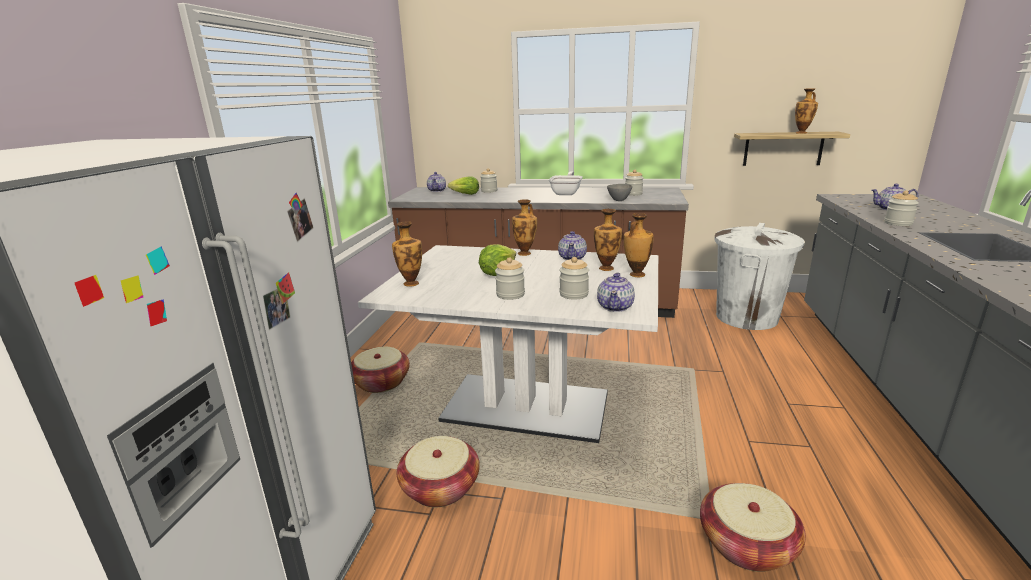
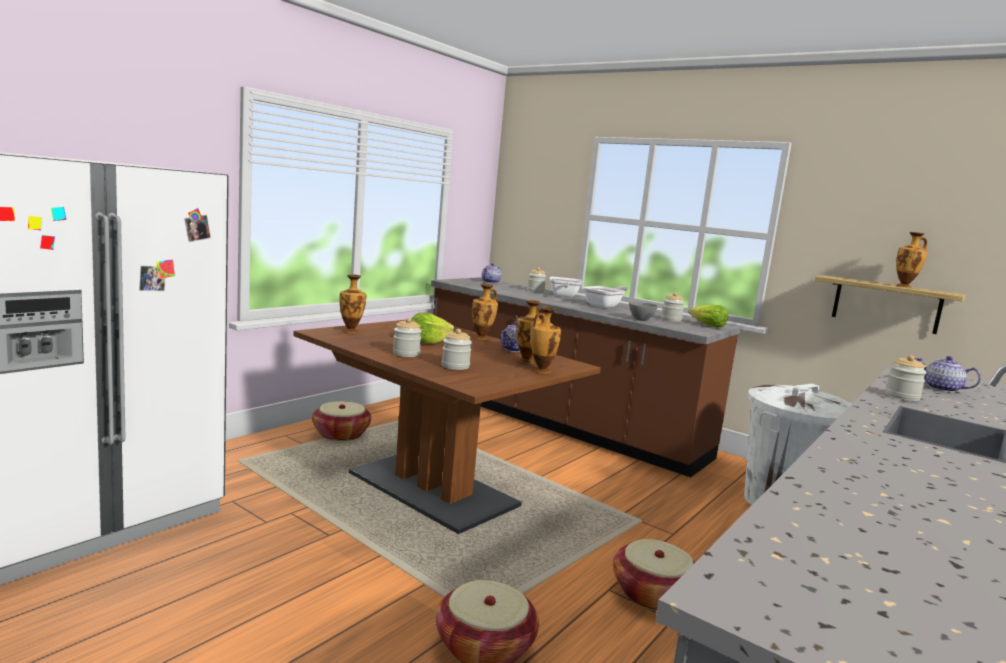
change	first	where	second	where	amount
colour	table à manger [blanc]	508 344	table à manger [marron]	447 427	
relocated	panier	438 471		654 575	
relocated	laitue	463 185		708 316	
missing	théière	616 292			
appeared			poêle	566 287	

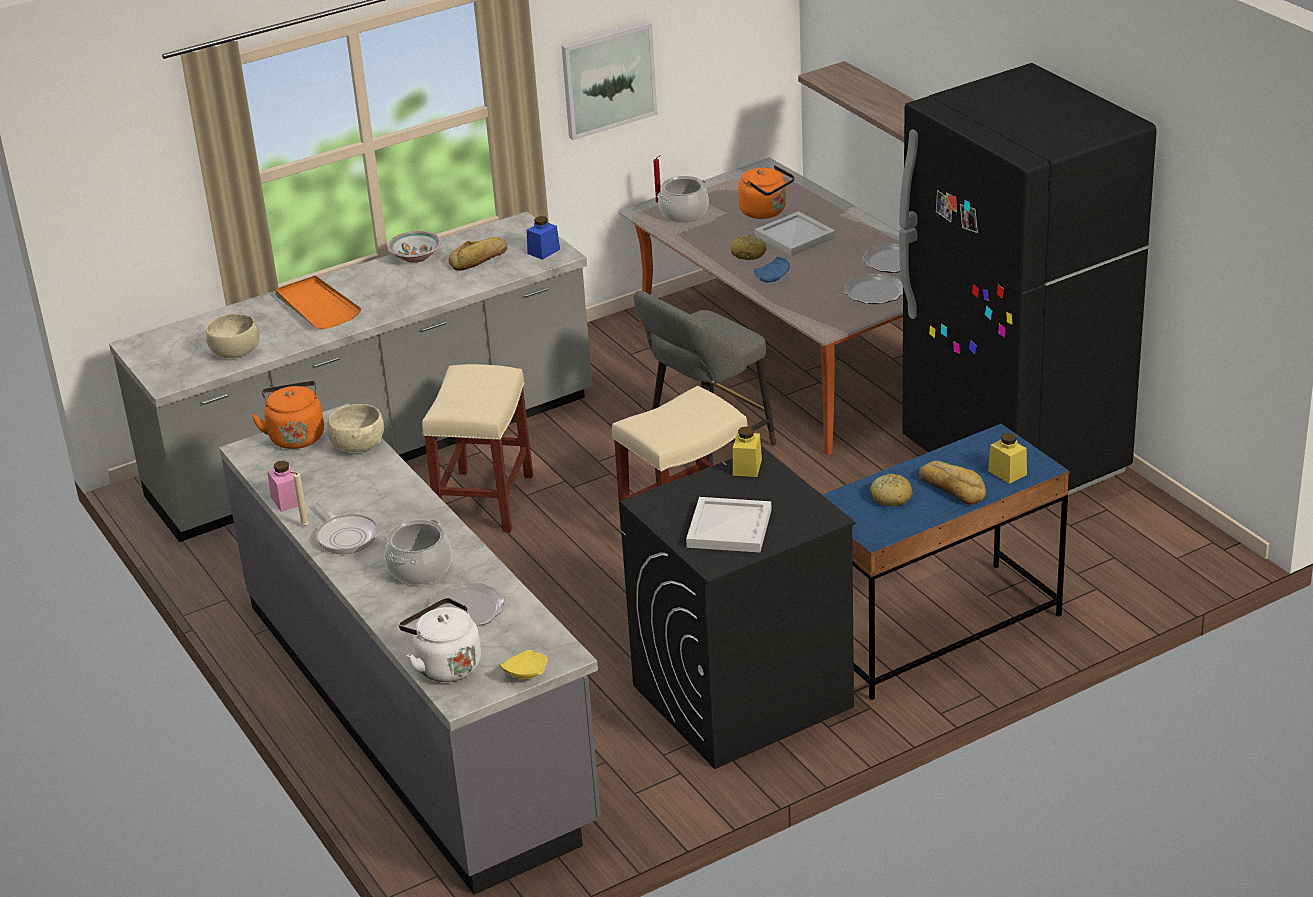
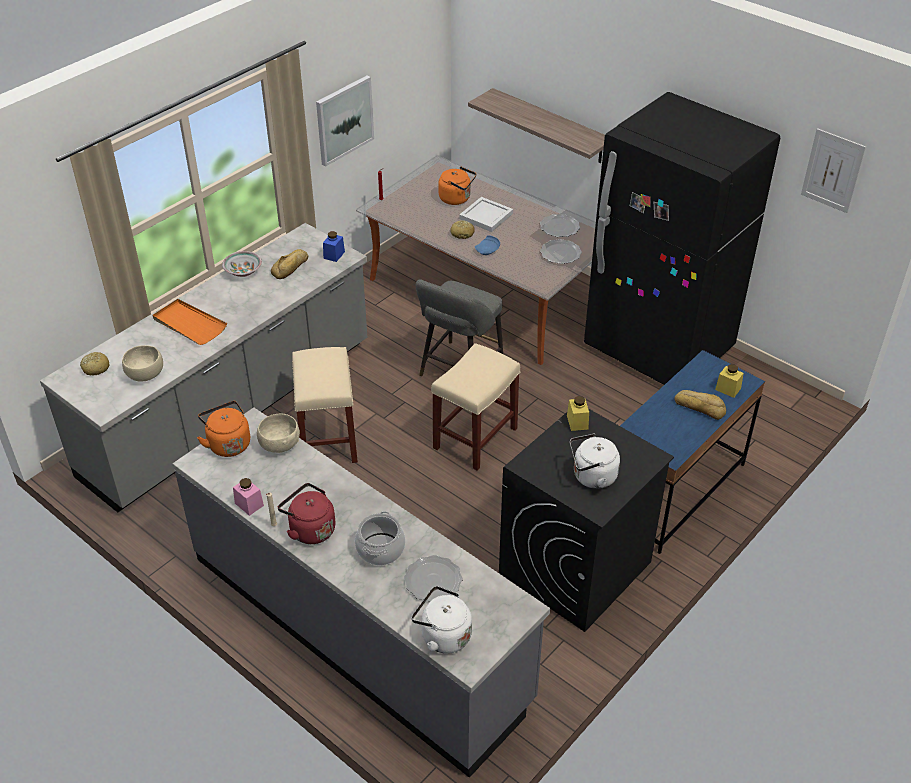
change	first	where	second	where	amount
exchanged	poêle	347 527	bouilloire [rouge]	307 513	
missing	assiette [jaune]	523 664			
missing	marmite	683 199			
exchanged	plateau [blanc]	729 525	bouilloire [blanc]	595 461	
relocated	pain	891 490		95 364	
appeared			tableau	833 170	

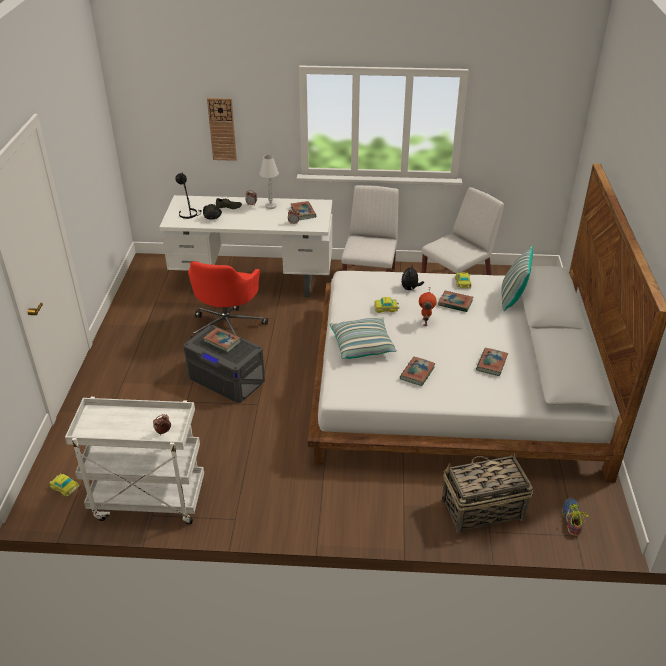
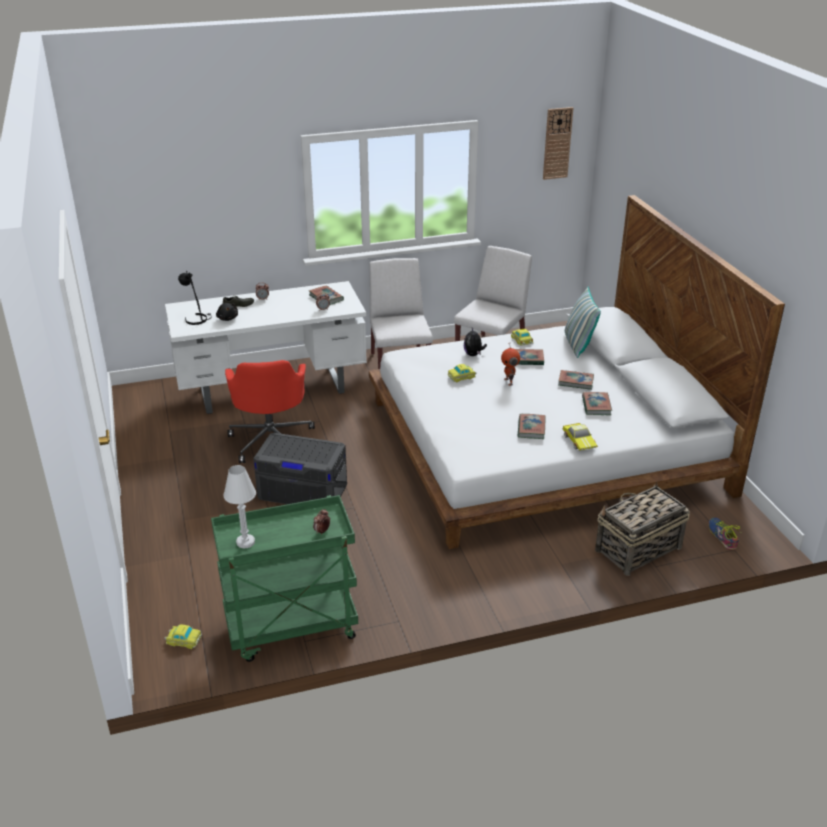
change	first	where	second	where	amount
colour	chariot [blanc]	134 460	chariot [vert]	284 578	
relocated	livre	222 340		576 380	
relocated	horloge murale	222 129		558 143	
relocated	lampe de table [blanc]	269 182		239 507	
missing	coussin	363 338			
appeared			petite voiture	580 436	

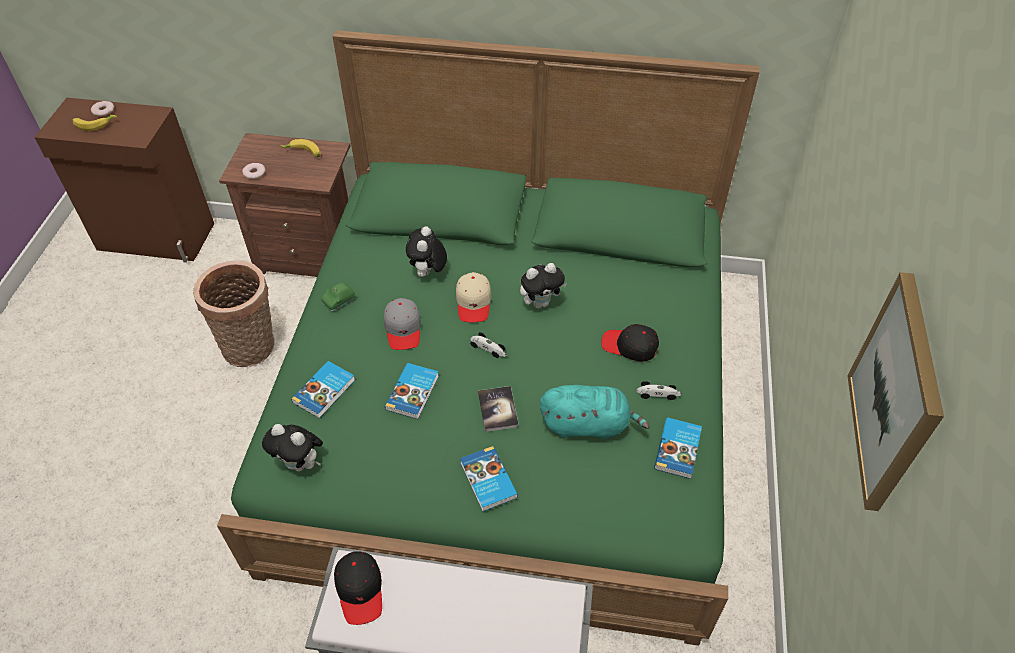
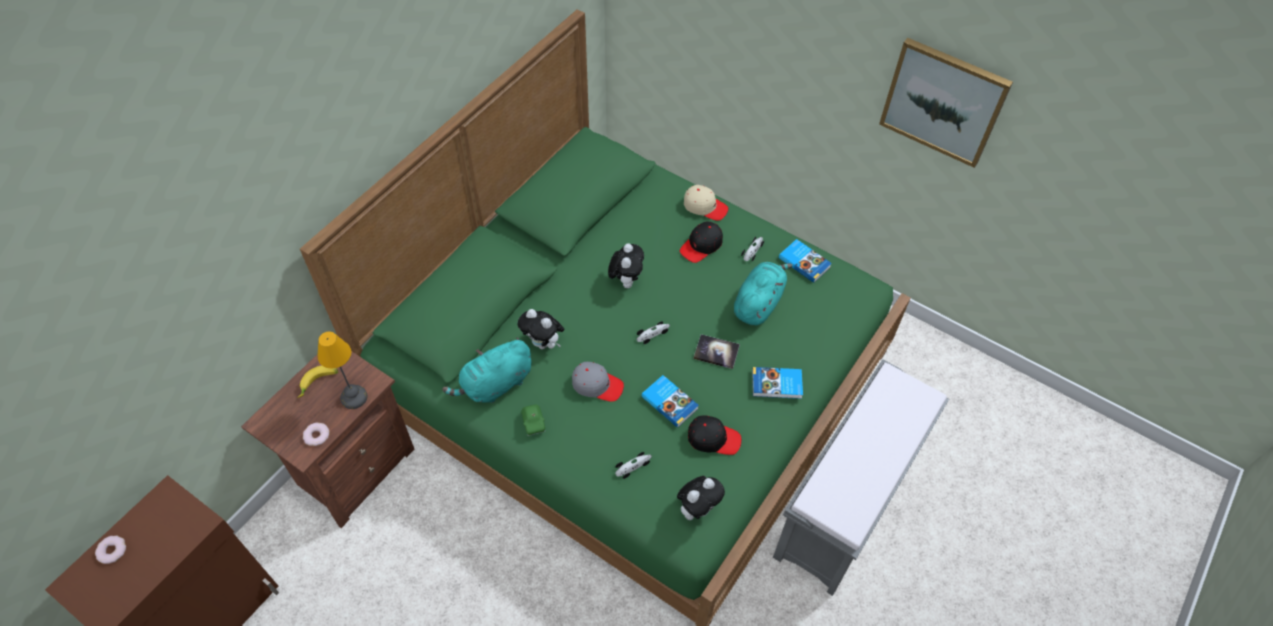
change	first	where	second	where	amount
missing	banane	95 123			
missing	panier	234 313			
exchanged	livre	323 390	petite voiture	633 465	
relocated	casquette [noir]	358 588		715 435	
relocated	casquette [beige]	473 297		706 203	
appeared			lampe de table	342 370	
appeared			peluche [turquoise]	486 370	

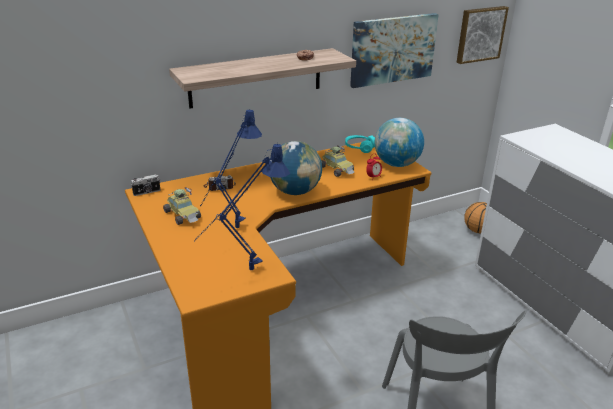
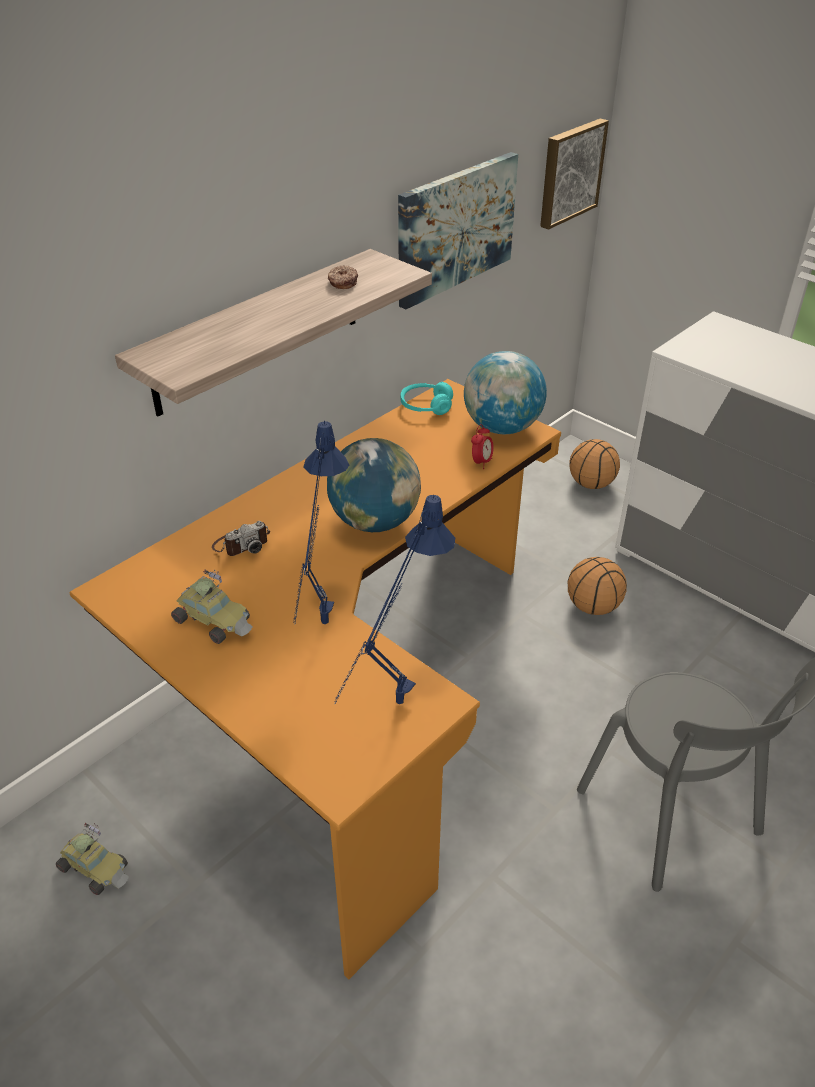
change	first	where	second	where	amount
missing	appareil photo	145 185			
relocated	petite voiture	337 161		92 859	
appeared			ballon de basket	597 586	

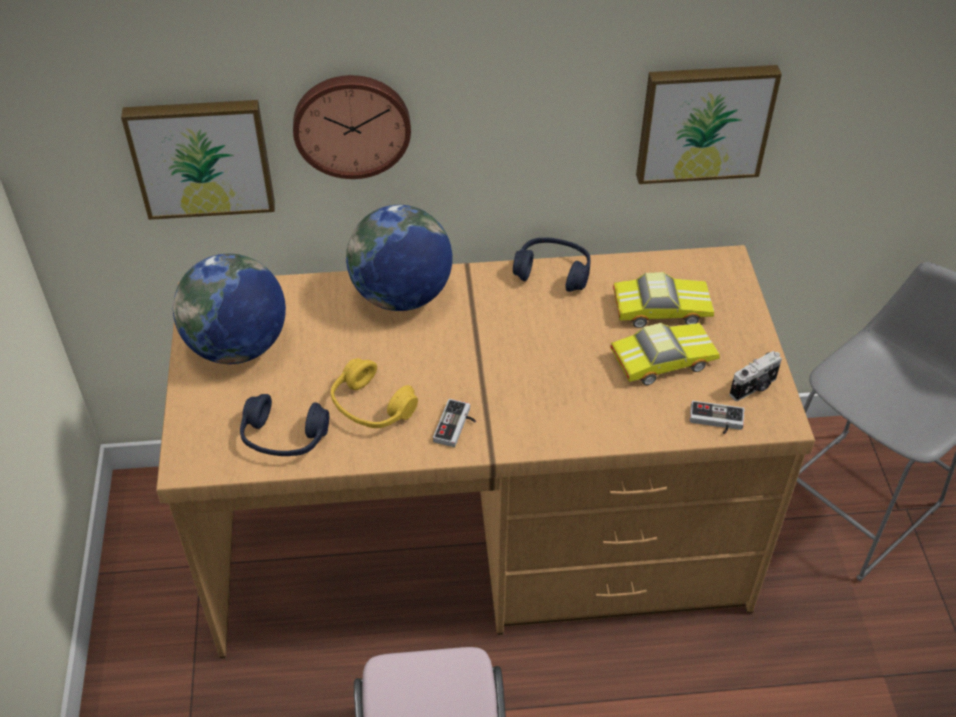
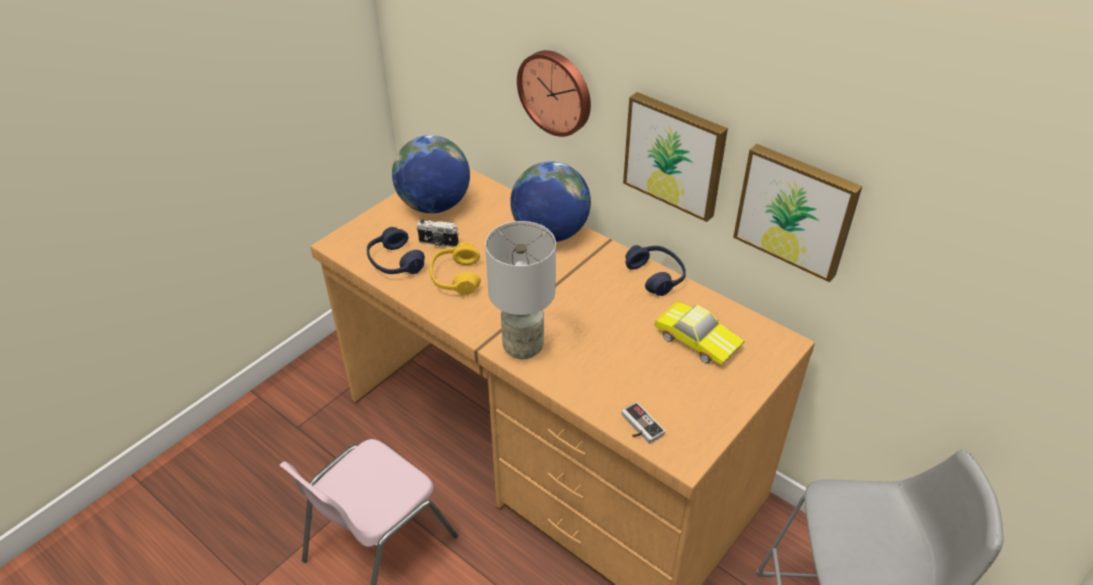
change	first	where	second	where	amount
relocated	tableau	198 160		675 157	
missing	manette	454 423			
missing	petite voiture	665 354			
relocated	appareil photo	756 376		438 233	
appeared			lampe de table [gris]	520 290	

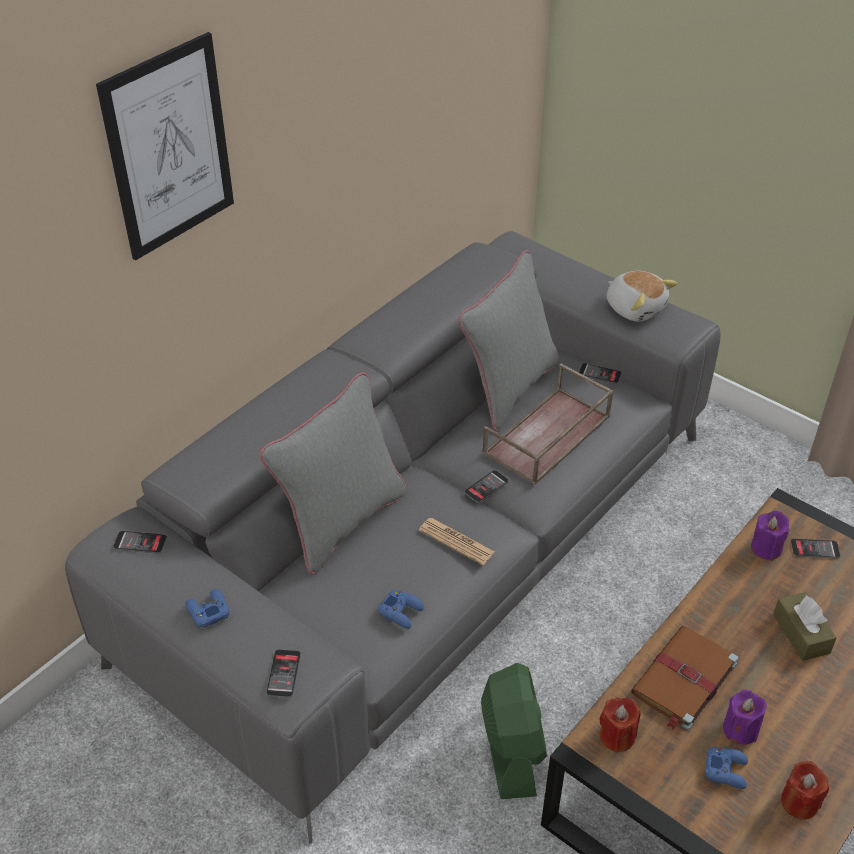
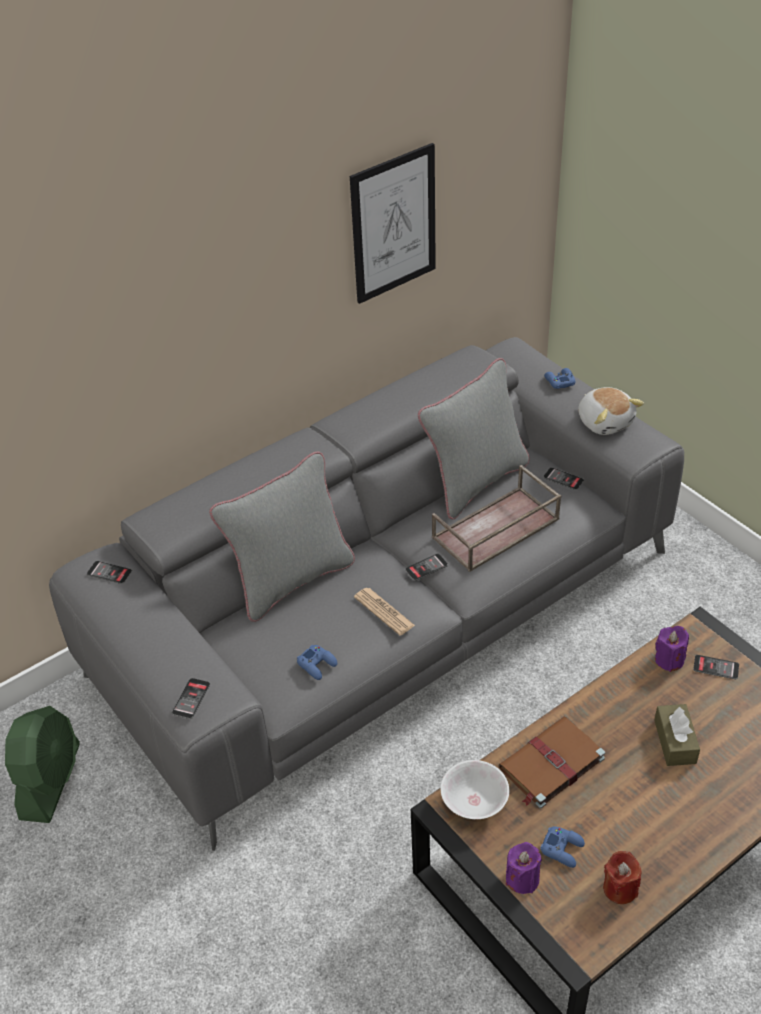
change	first	where	second	where	amount
relocated	tableau	165 146		393 223	
relocated	manette [bleu]	207 608		560 378	
relocated	ventilateur [vert]	514 731		42 764	
exchanged	bougie [rouge]	620 725	bol [blanc]	475 789	
relocated	bougie [violet]	745 717		524 868	

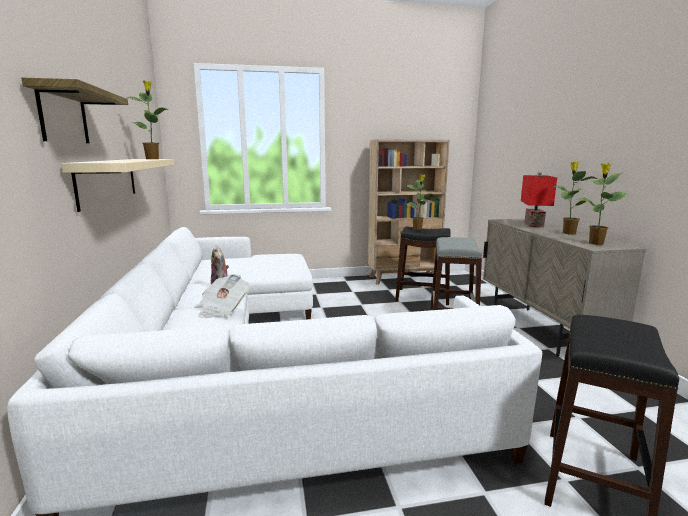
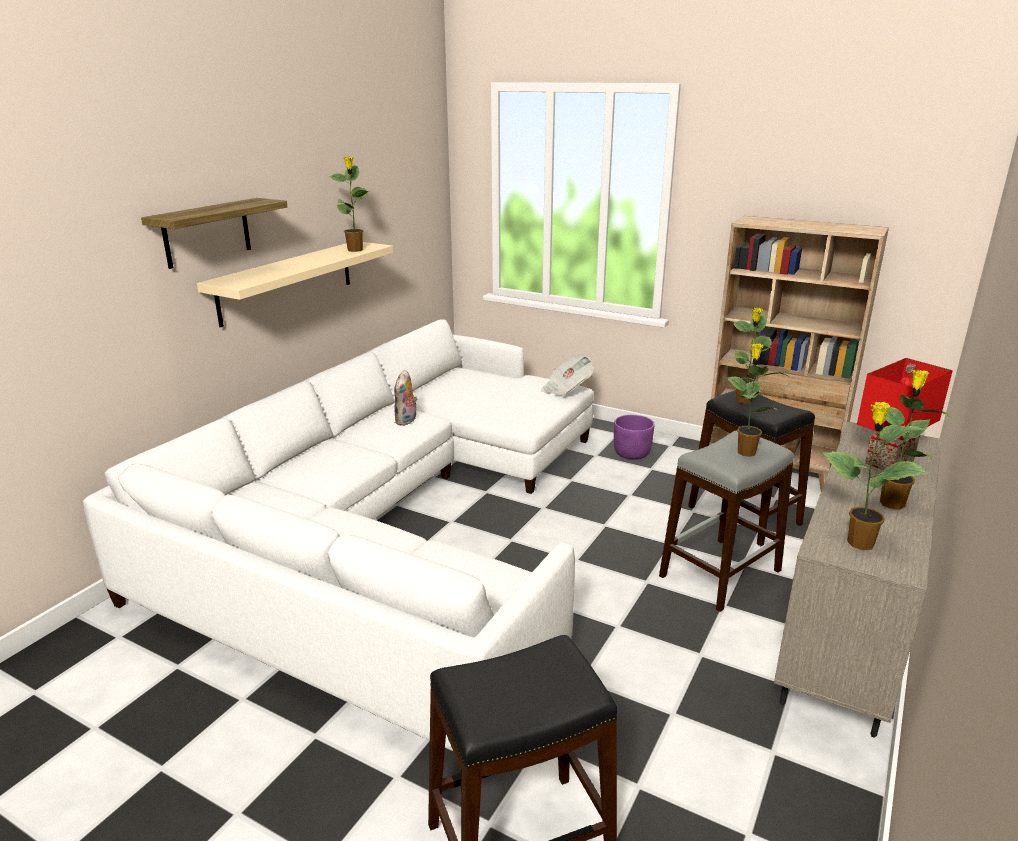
change	first	where	second	where	amount
relocated	journal	224 296		567 376	
appeared			cache-pot [violet]	634 437	
appeared			plante en pot	758 400	

